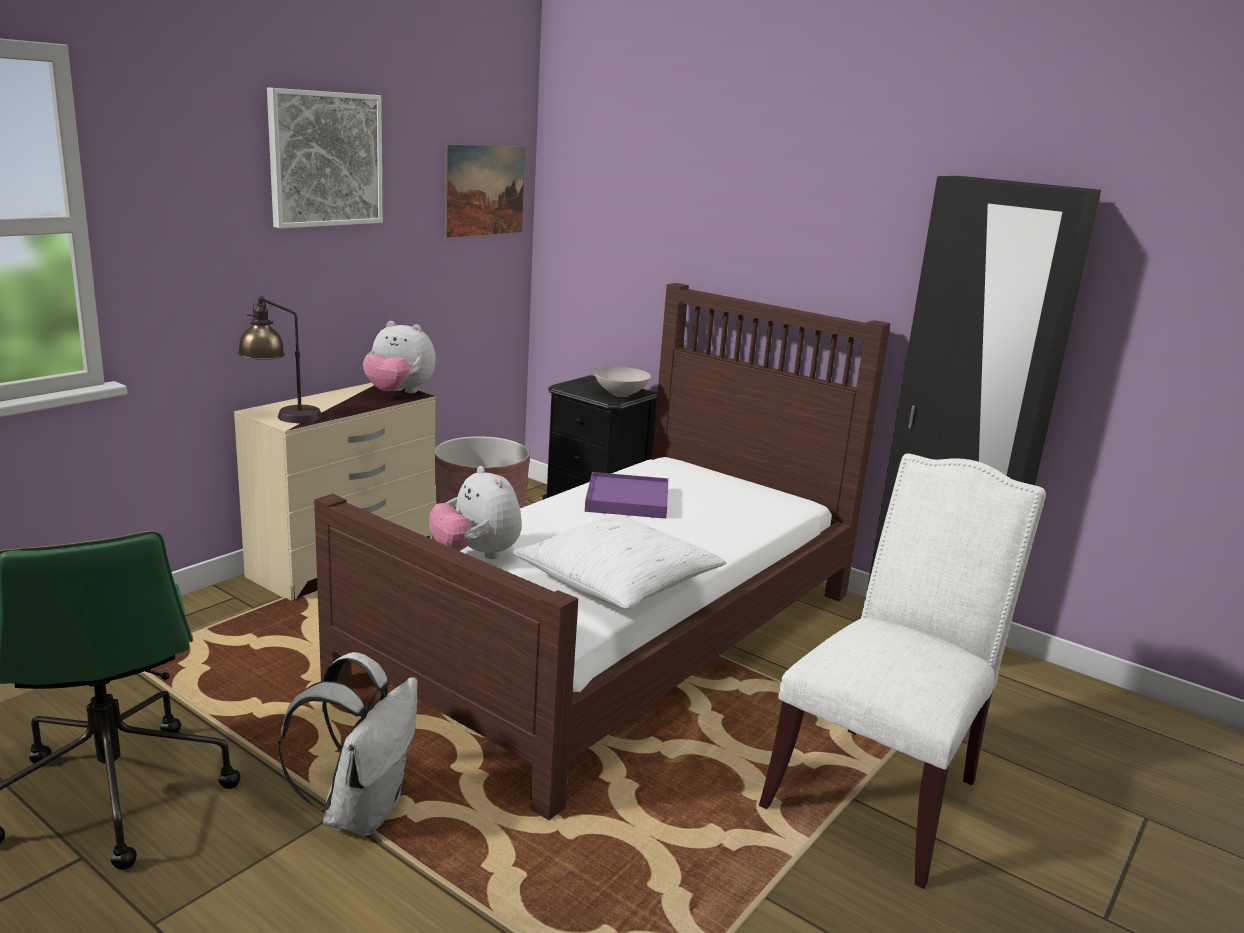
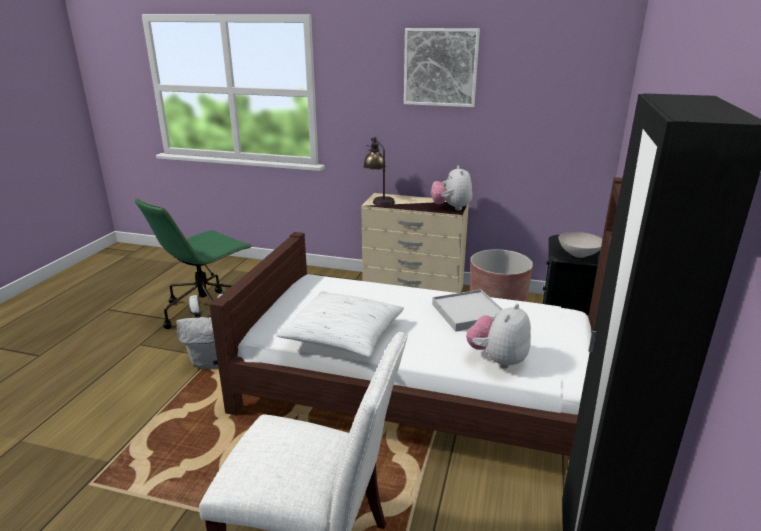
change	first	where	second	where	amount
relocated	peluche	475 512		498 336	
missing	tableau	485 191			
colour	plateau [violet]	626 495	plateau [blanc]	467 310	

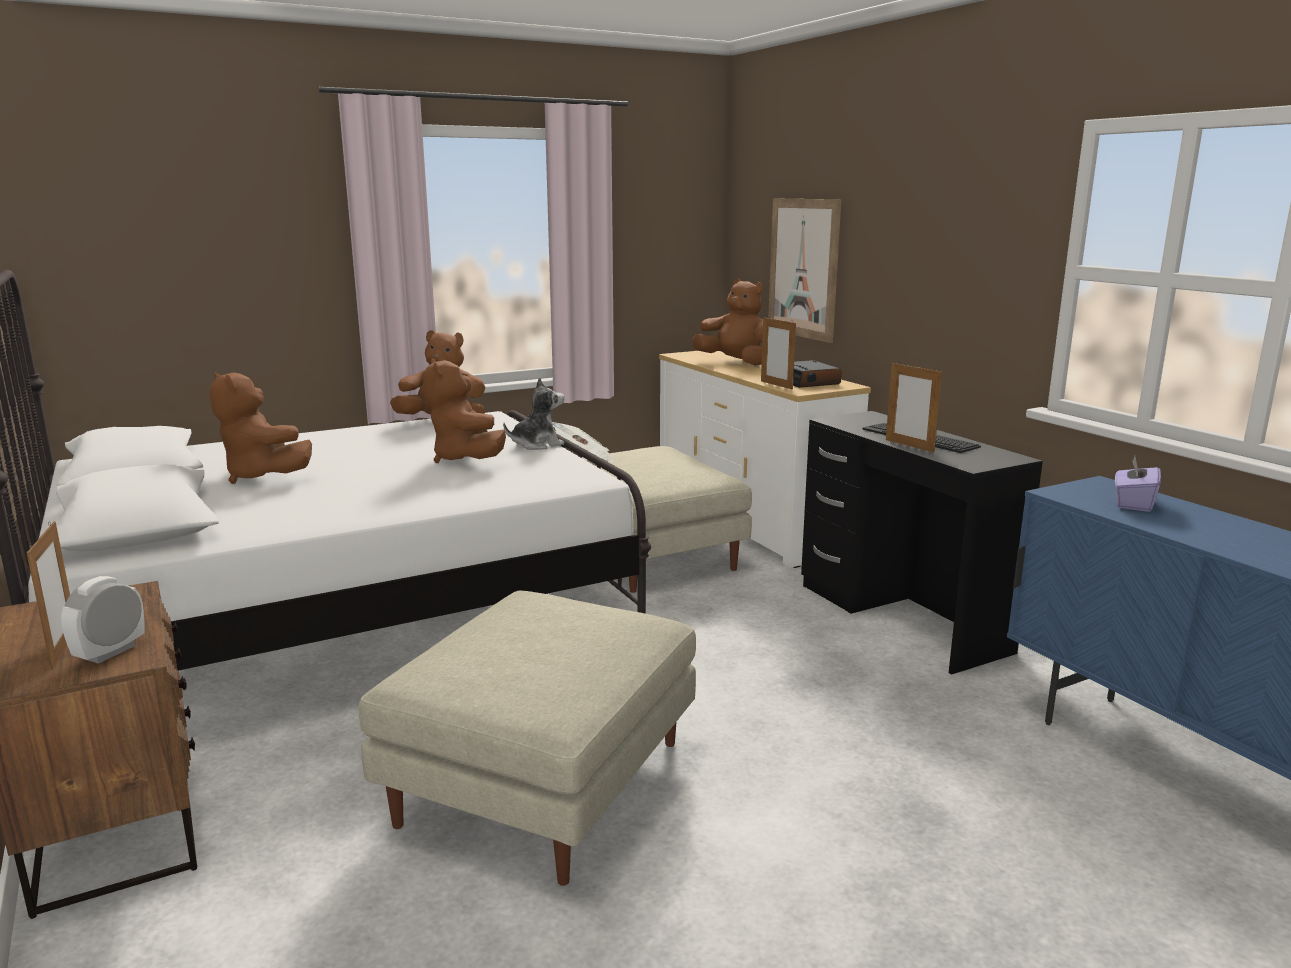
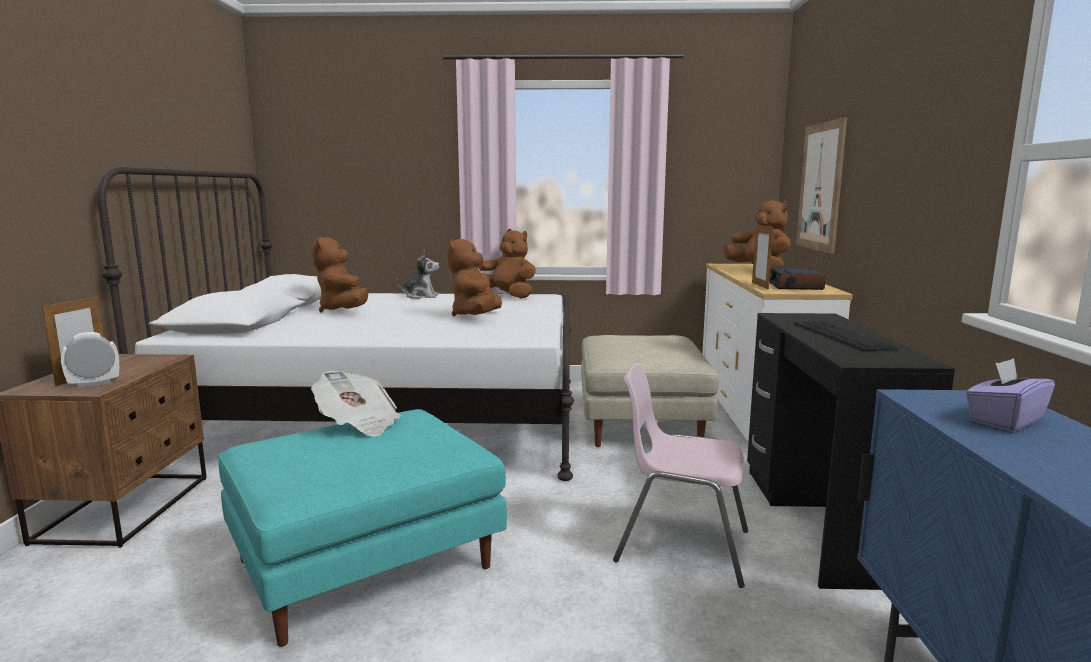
change	first	where	second	where	amount
colour	pouf [beige]	527 738	pouf [turquoise]	362 528	
relocated	peluche	533 413		417 275	
relocated	journal	583 442		356 404	
missing	cadre photo	914 406			
appeared			chaise [rose]	680 475	

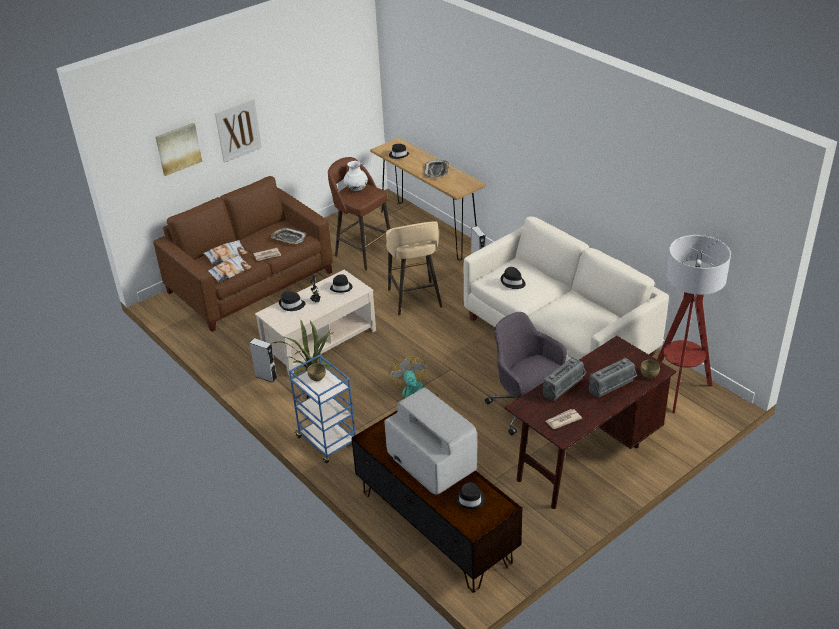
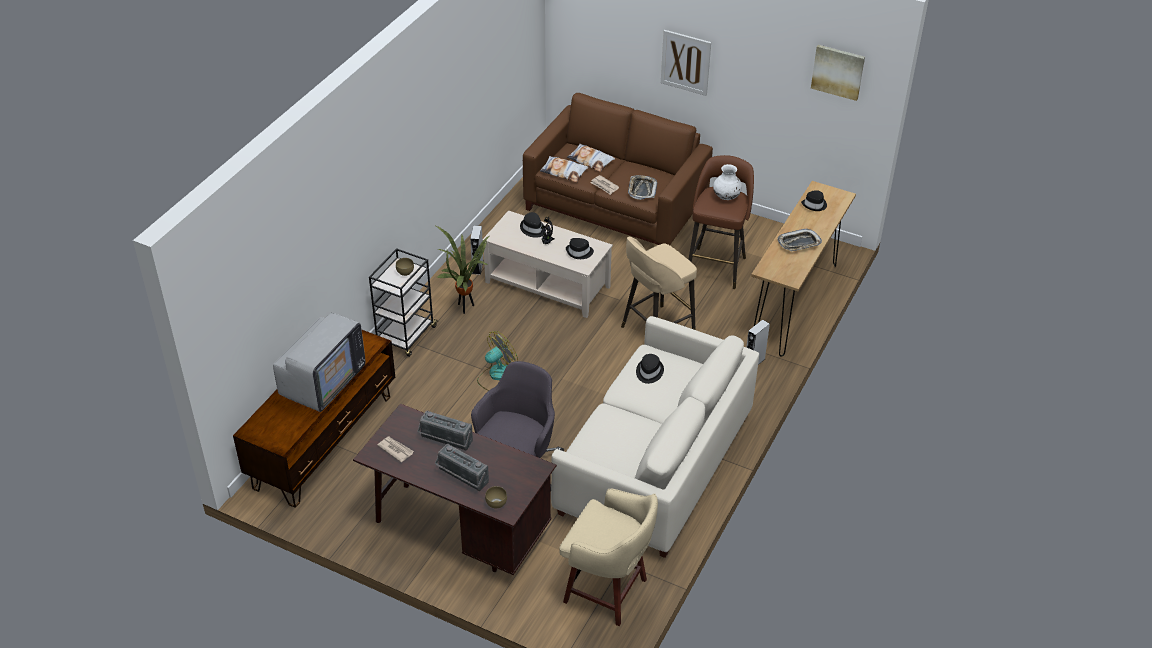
change	first	where	second	where	amount
relocated	tableau	179 149		838 73	
colour	chariot [bleu]	322 409	chariot [noir]	403 302	
missing	chapeau [noir]	470 495			
exchanged	lampadaire	694 324	tabouret [beige]	608 557	

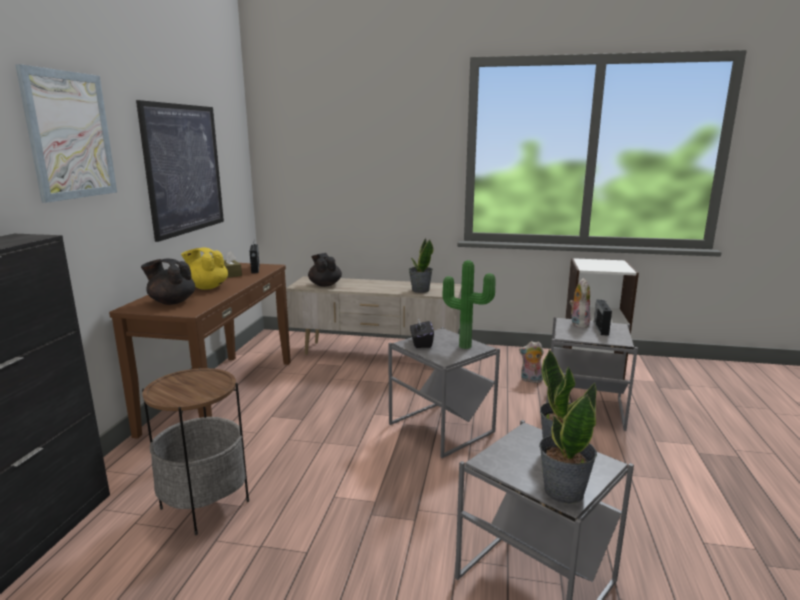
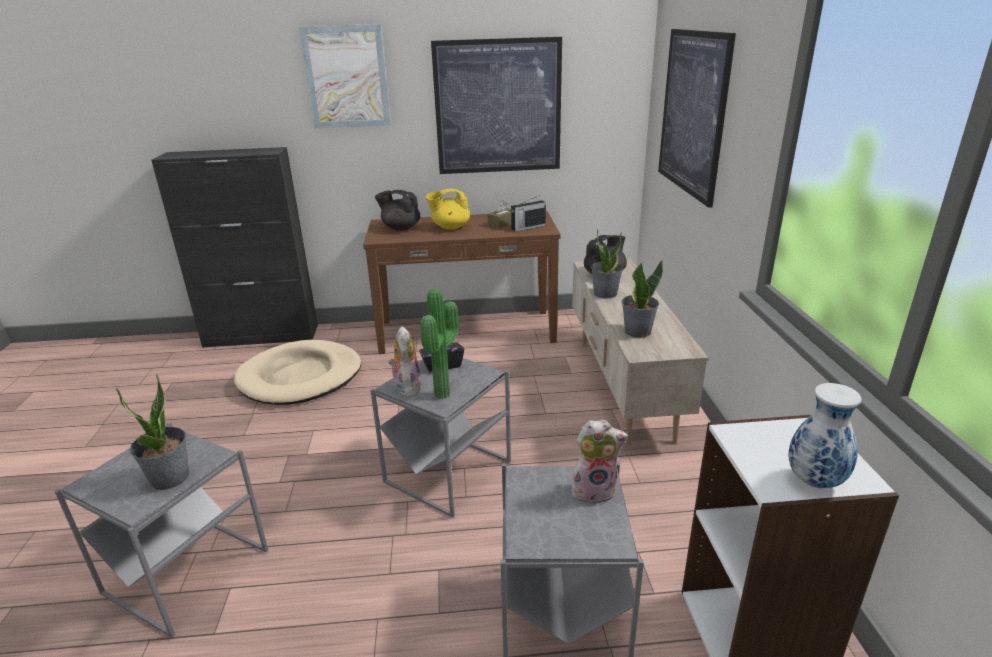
change	first	where	second	where	amount
spun	théière [noir]	168 281		397 210	75 degrees counterclockwise
exchanged	table d'appoint	195 451	panier pour chien [beige]	297 372	
spun	théière [jaune]	204 269		448 209	120 degrees counterclockwise
relocated	peluche	531 362		405 361	
relocated	plante en pot	568 443		607 264	
missing	radio	603 318			
appeared			tableau	697 118	
appeared			vase	824 435	

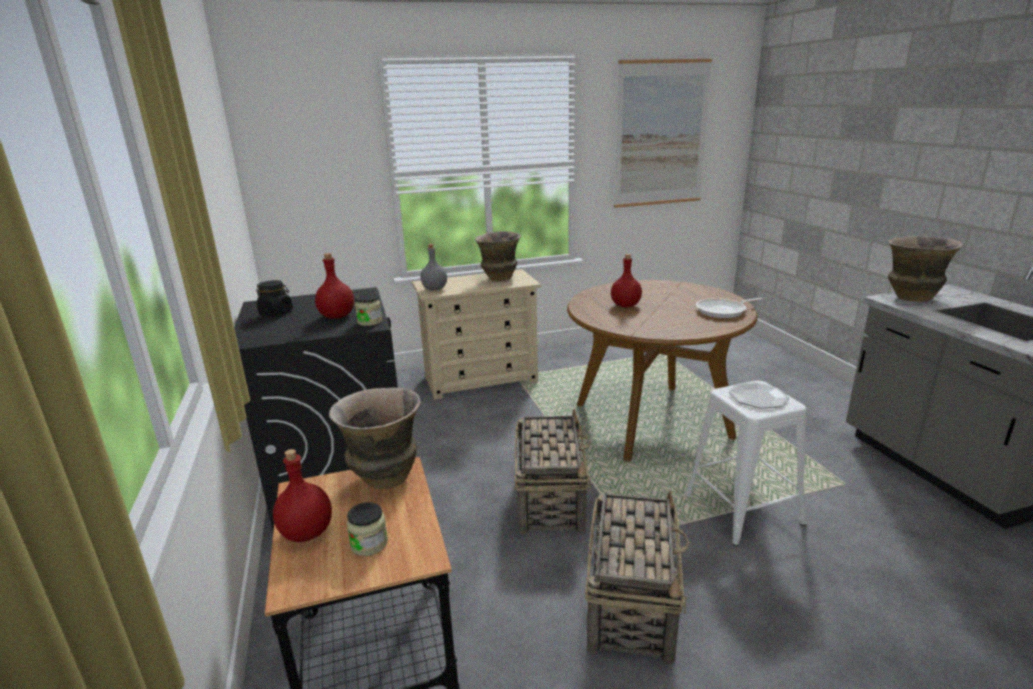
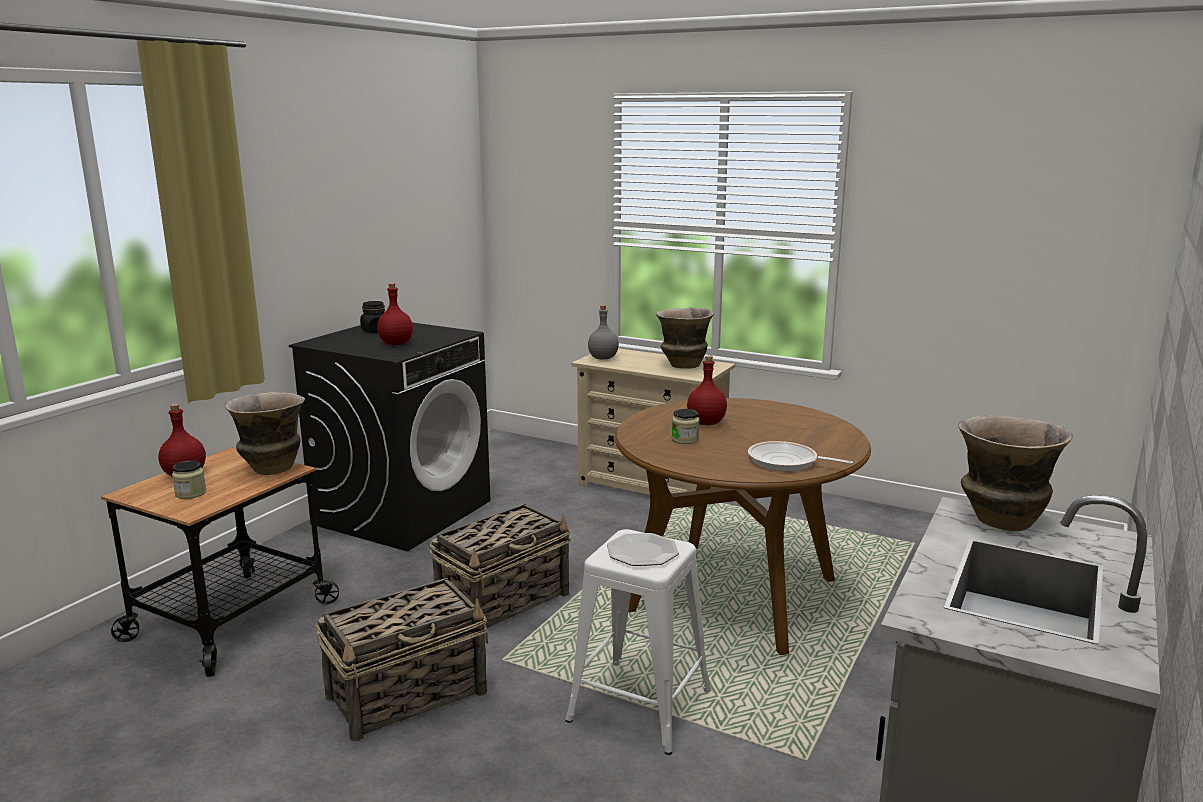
change	first	where	second	where	amount
relocated	bocal	368 310		686 426	
missing	tableau	663 133			

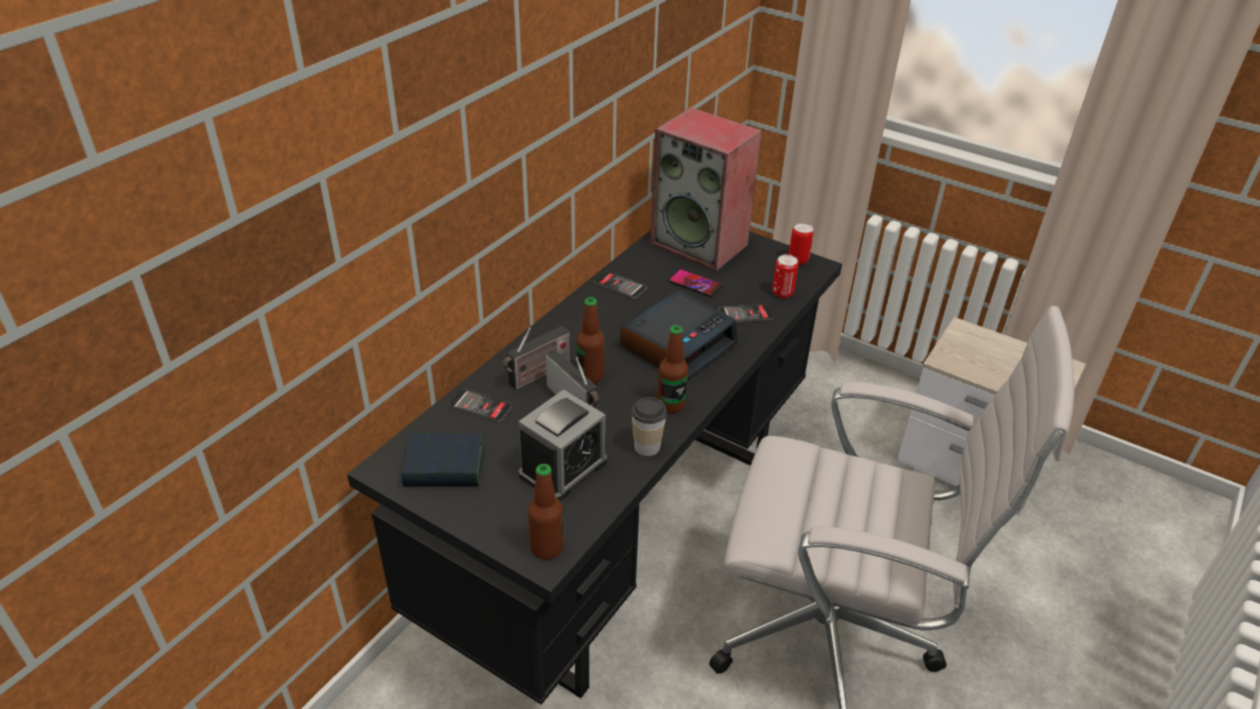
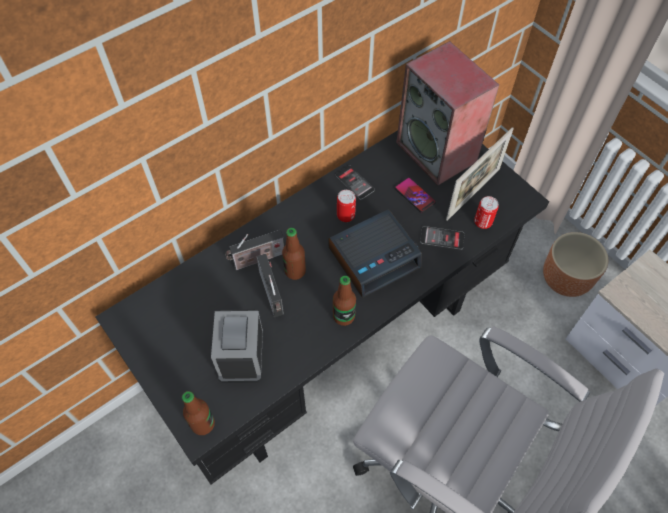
change	first	where	second	where	amount
missing	livre	442 460			
missing	téléphone	480 405			
spun	réveil	563 445		237 346	120 degrees clockwise
missing	tasse	649 426			
relocated	boîte métallique	801 244		346 206	
appeared			cadre photo	480 174	
appeared			cache-pot [marron]	575 264	

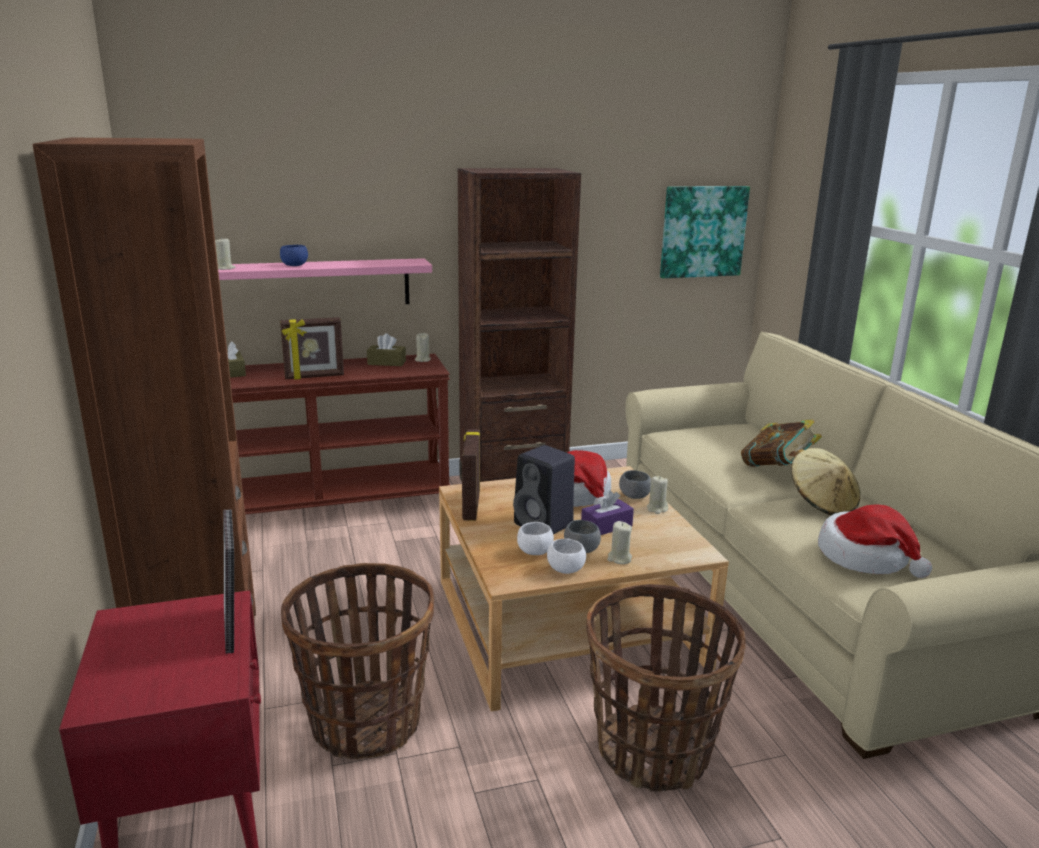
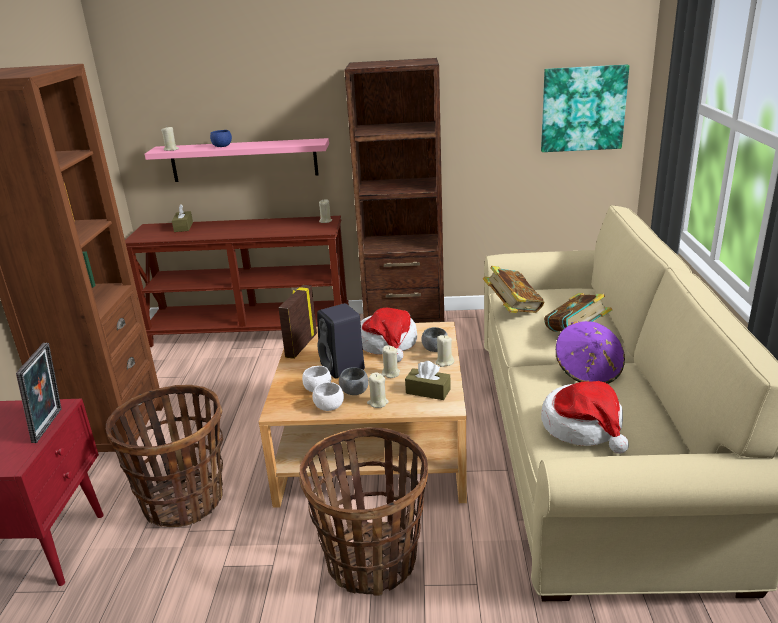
change	first	where	second	where	amount
missing	cadre photo	312 348			
relocated	boîte à mouchoirs [marron]	386 349		428 380	
exchanged	boîte à mouchoirs [violet]	607 513	bougie [beige]	391 361	
colour	chapeau [beige]	825 481	chapeau [violet]	590 352	
appeared			livre	513 289	

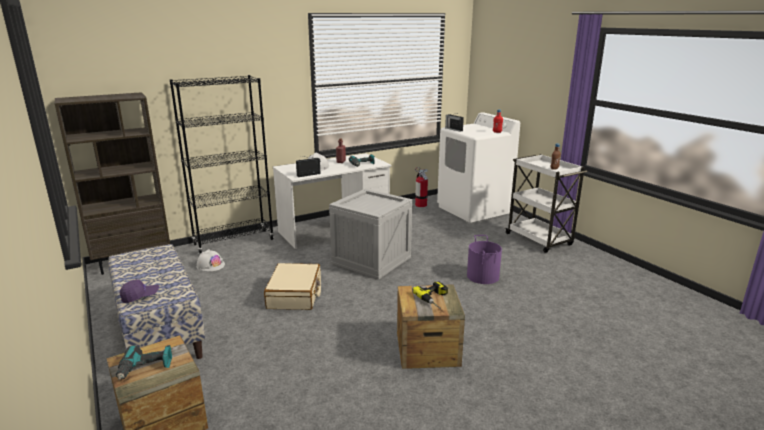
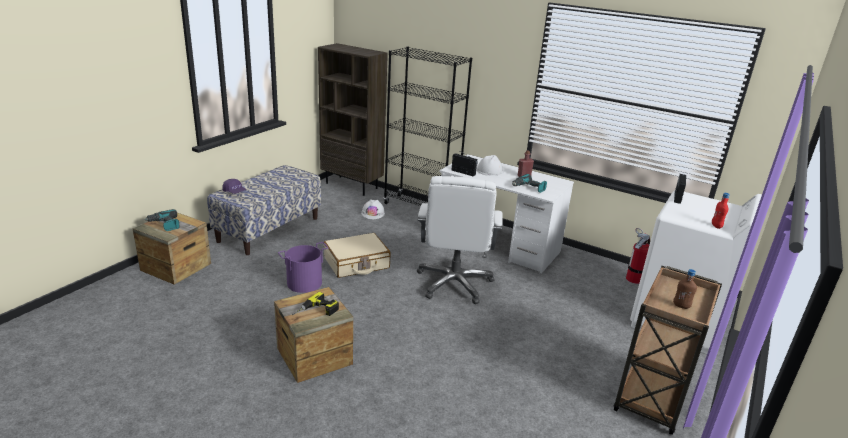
change	first	where	second	where	amount
exchanged	caisse	370 234	chaise de bureau [blanc]	460 240	
relocated	seau [violet]	484 259		303 267	
colour	chariot [blanc]	546 203	chariot [marron]	668 350	

